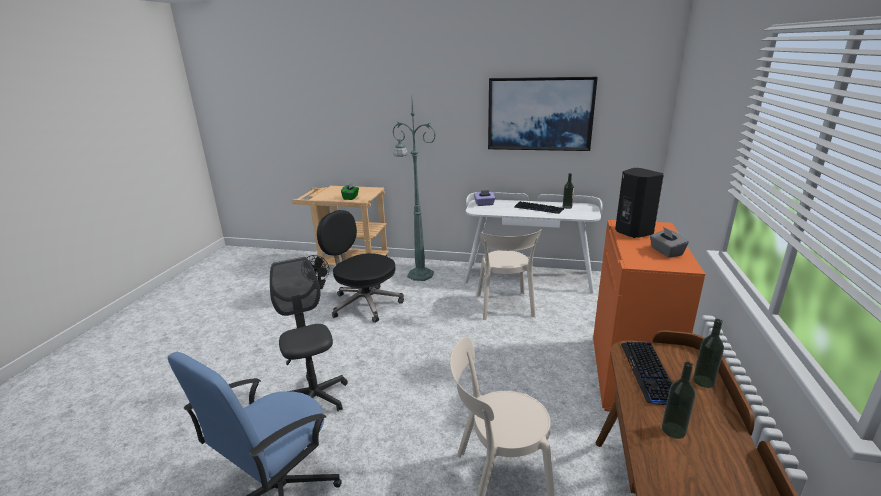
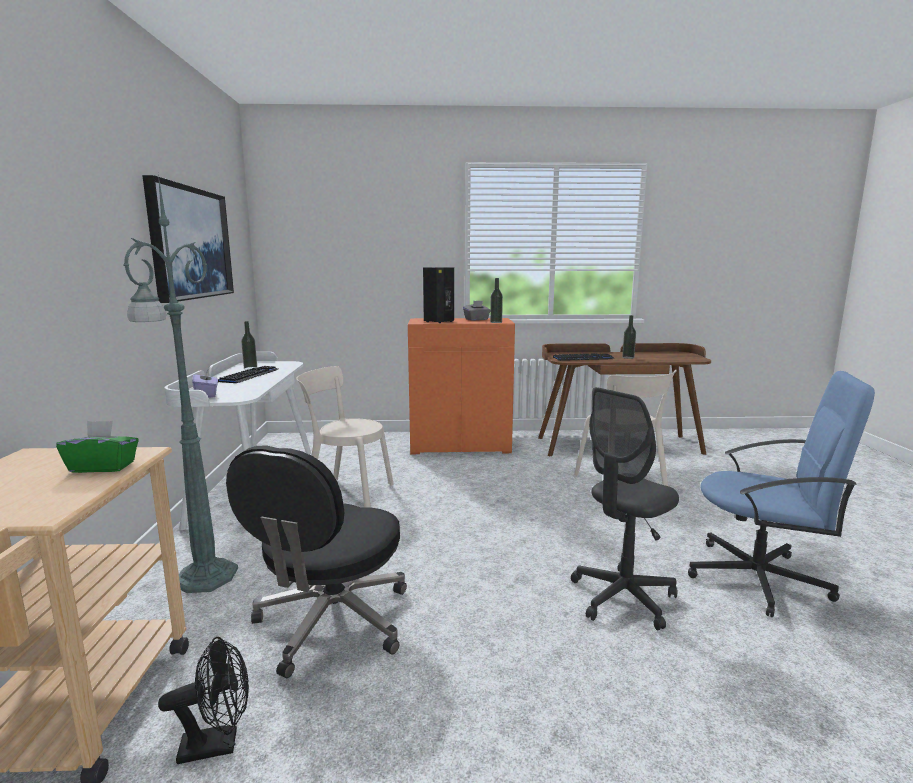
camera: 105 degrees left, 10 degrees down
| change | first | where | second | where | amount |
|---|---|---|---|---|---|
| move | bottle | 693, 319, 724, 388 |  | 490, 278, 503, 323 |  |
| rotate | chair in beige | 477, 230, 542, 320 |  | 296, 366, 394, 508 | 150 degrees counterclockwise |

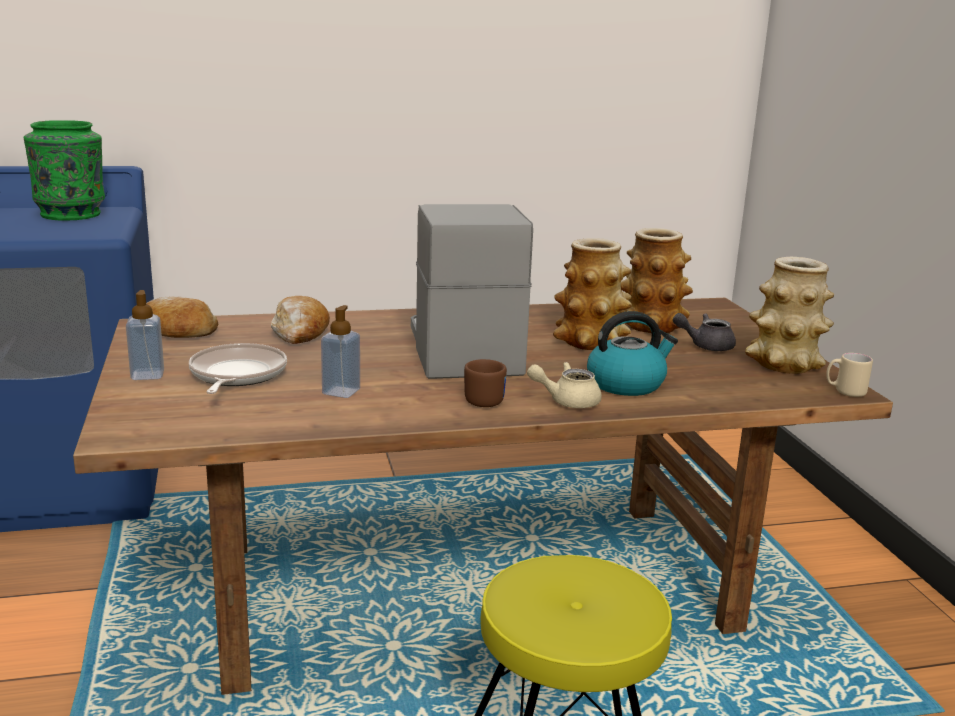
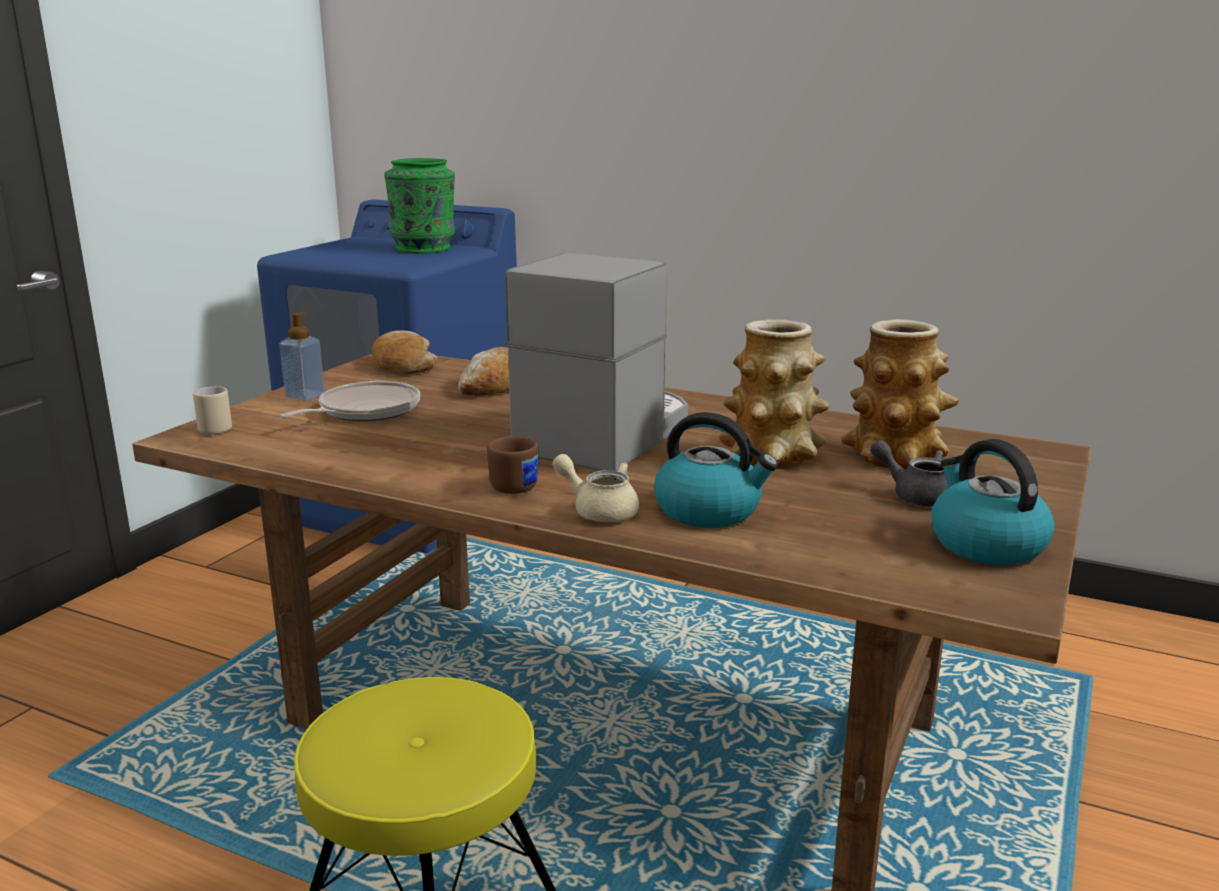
camera: 40 degrees right, 0 degrees up
| change | first | where | second | where | amount |
|---|---|---|---|---|---|
| delete | soap dispenser | 321, 305, 360, 398 |  |  |  |
| move | mug in beige | 826, 353, 873, 397 |  | 193, 386, 232, 435 |  |
| replace | vase | 745, 257, 835, 374 | kettle | 931, 439, 1054, 565 |  |

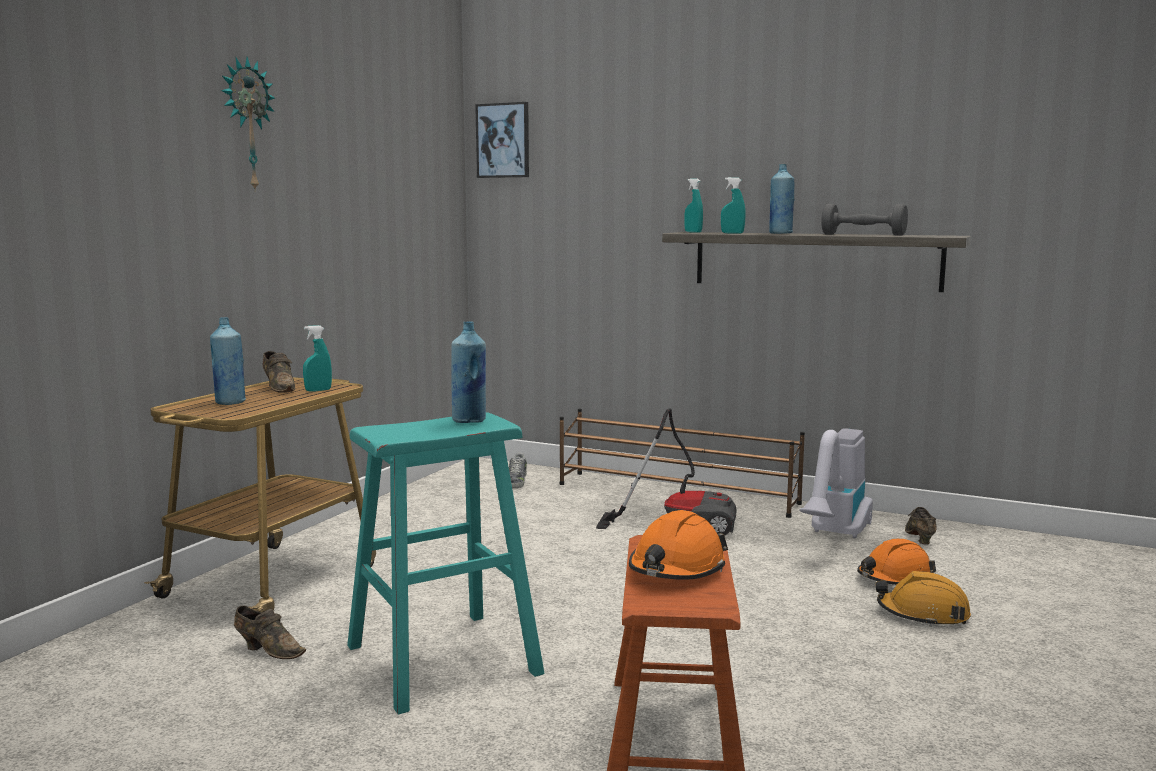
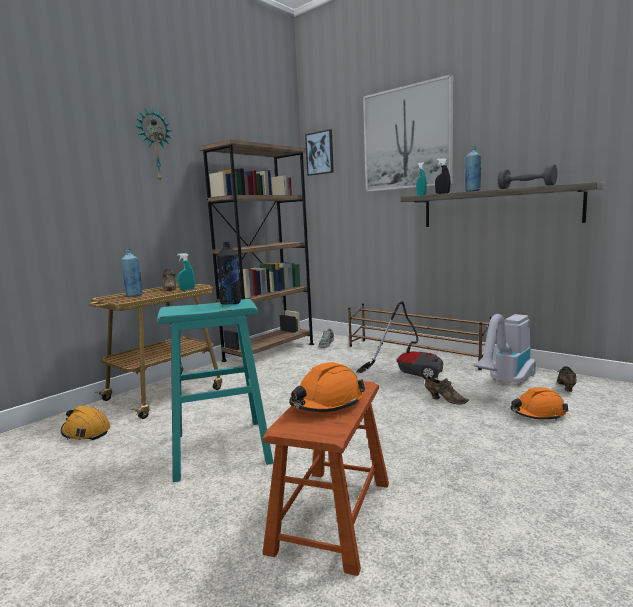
camera: 15 degrees right, 0 degrees up
| change | first | where | second | where | amount |
|---|---|---|---|---|---|
| insert |  |  | bookcase in brown | 200, 139, 314, 362 |  |
| insert |  |  | picture | 363, 74, 453, 192 |  |
| move | shoe in brown | 234, 606, 306, 659 |  | 425, 377, 469, 404 |  |
| move | hard hat in orange | 876, 571, 971, 627 |  | 61, 405, 111, 440 |  |
| recolor | bottle in blue | 452, 322, 486, 423 | bottle in black | 217, 242, 241, 305 |  |
| recolor | spray bottle in turquoise | 721, 177, 745, 234 | spray bottle in black | 435, 158, 450, 194 |  |

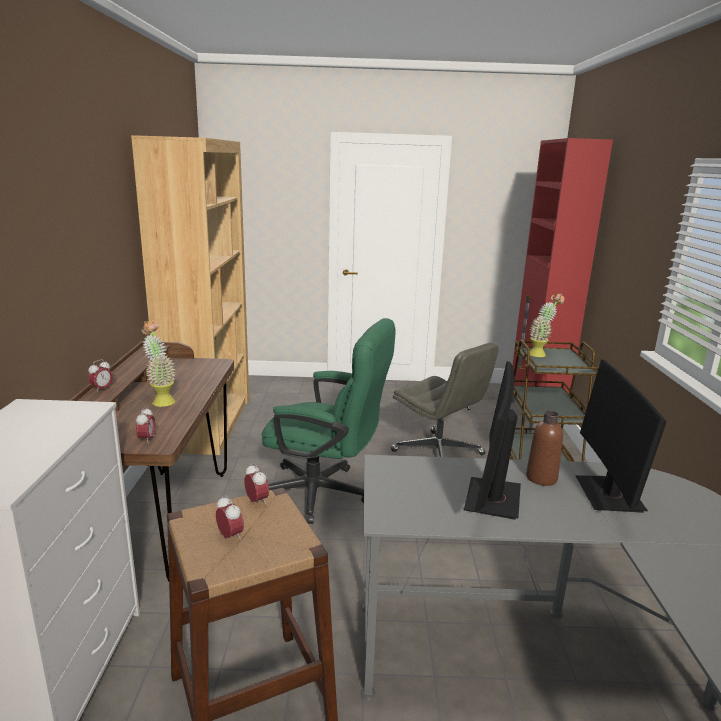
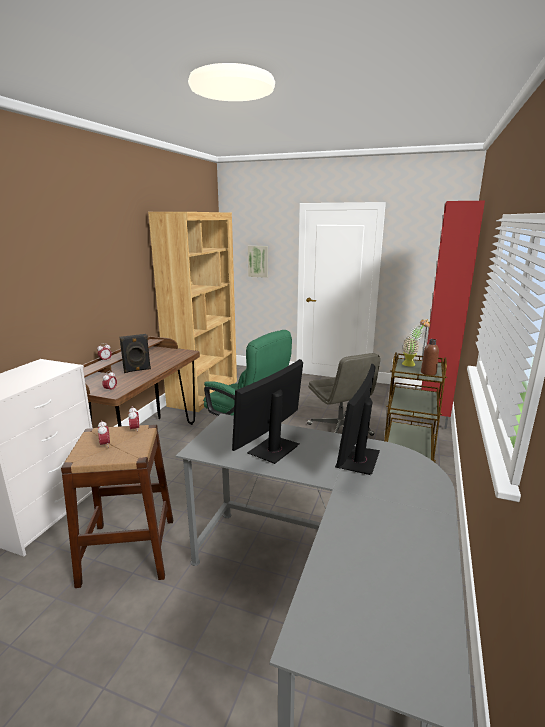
camera: 20 degrees right, 0 degrees up
| change | first | where | second | where | amount |
|---|---|---|---|---|---|
| insert |  |  | picture | 248, 246, 268, 278 |  |
| move | bottle in brown | 526, 411, 563, 486 |  | 421, 339, 439, 375 |  |
| replace | potted plant | 142, 321, 176, 407 | speaker in black | 120, 334, 151, 373 |  |

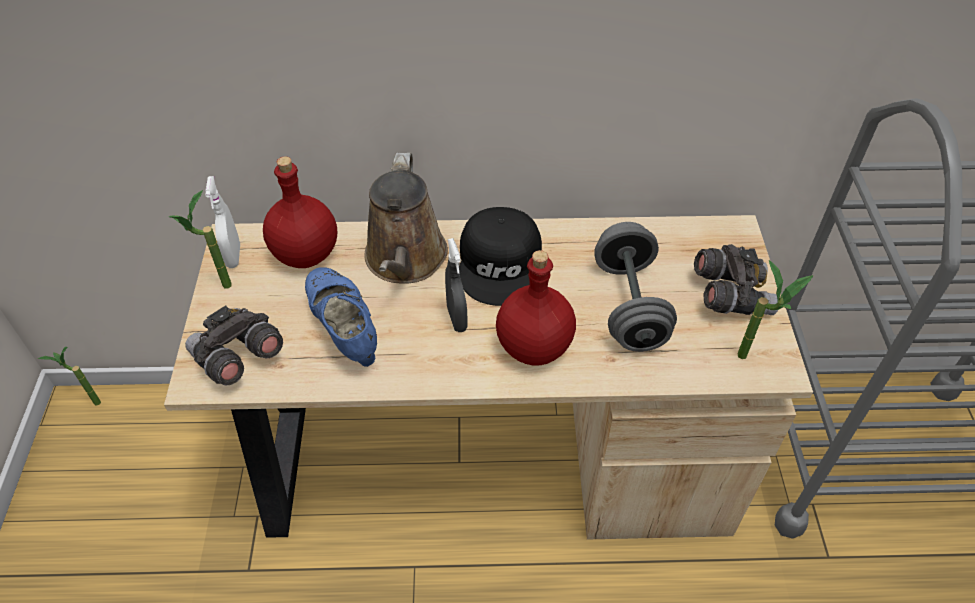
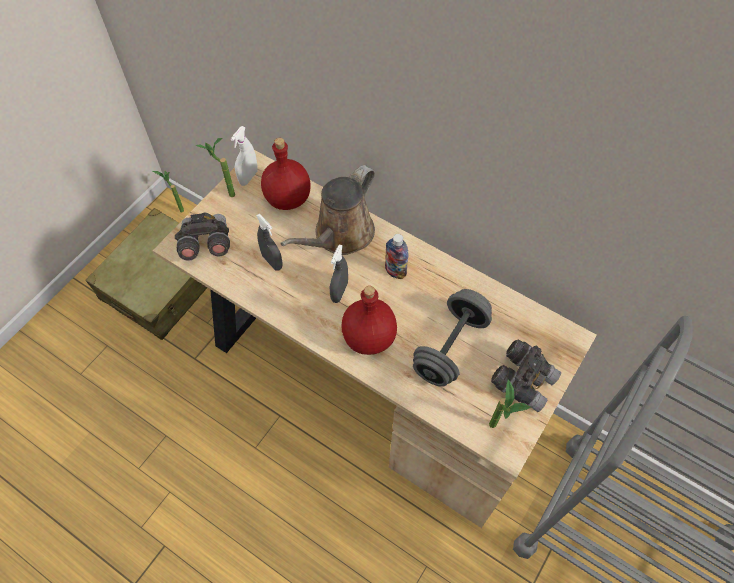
camera: 35 degrees right, 10 degrees up
| change | first | where | second | where | amount |
|---|---|---|---|---|---|
| insert |  |  | suitcase in beige | 86, 208, 207, 340 |  |
| replace | shoe in blue | 305, 267, 377, 367 | spray bottle in grey | 256, 214, 283, 271 |  |
| replace | cap in black | 459, 207, 542, 306 | bottle | 385, 234, 408, 279 |  |

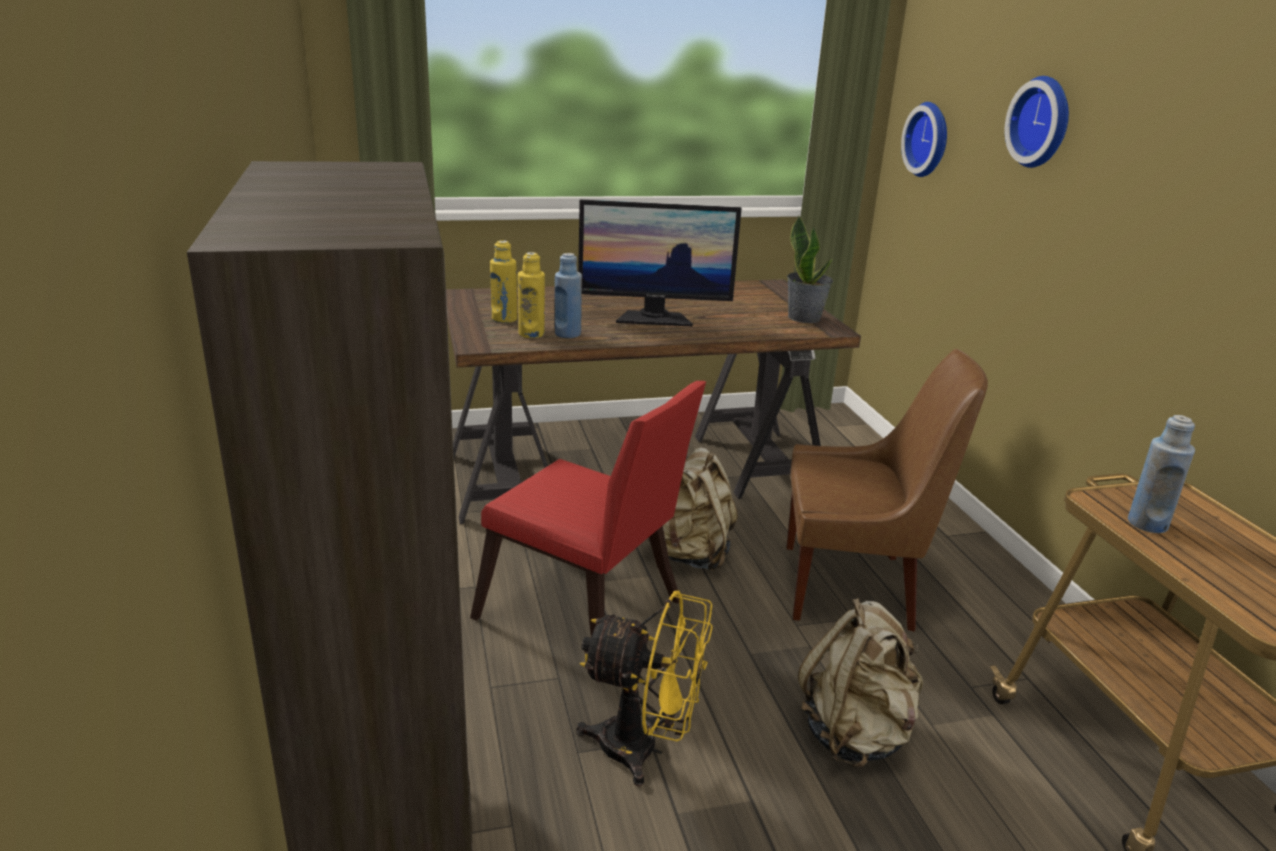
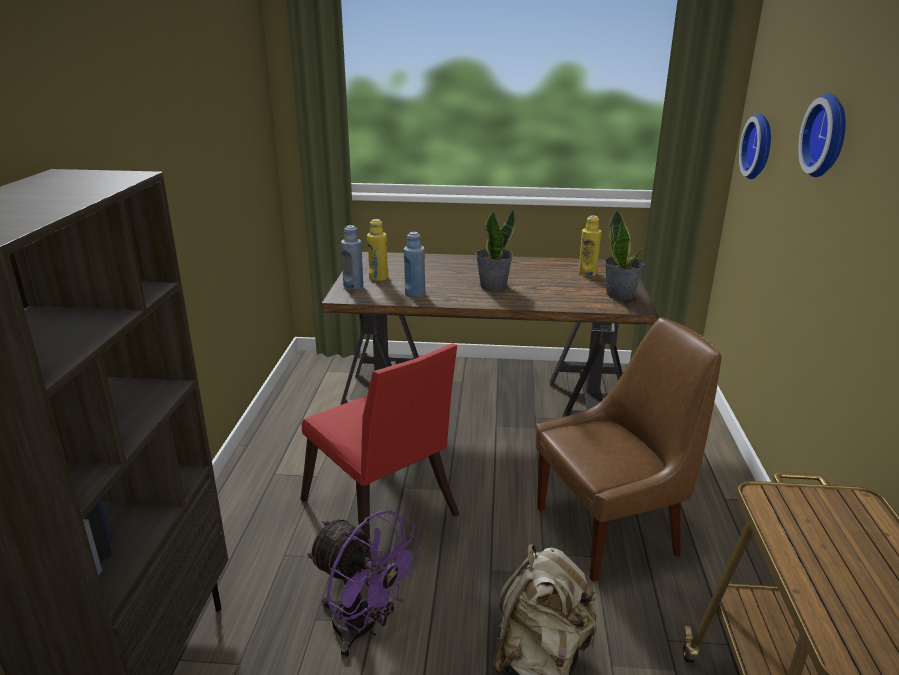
camera: 20 degrees right, 0 degrees up
| change | first | where | second | where | amount |
|---|---|---|---|---|---|
| delete | backpack in beige | 647, 447, 738, 572 |  |  |  |
| move | bottle in yellow | 518, 252, 545, 338 |  | 578, 215, 602, 276 |  |
| move | bottle in blue | 1128, 415, 1195, 533 |  | 341, 225, 363, 289 |  |
| replace | monitor | 578, 199, 742, 327 | potted plant | 476, 209, 515, 291 |  |
| recolor | fan in yellow | 576, 590, 713, 786 | fan in purple | 307, 510, 423, 658 |  |
| rotate | chair in brown | 787, 349, 988, 632 |  | 536, 318, 721, 582 | 45 degrees counterclockwise |

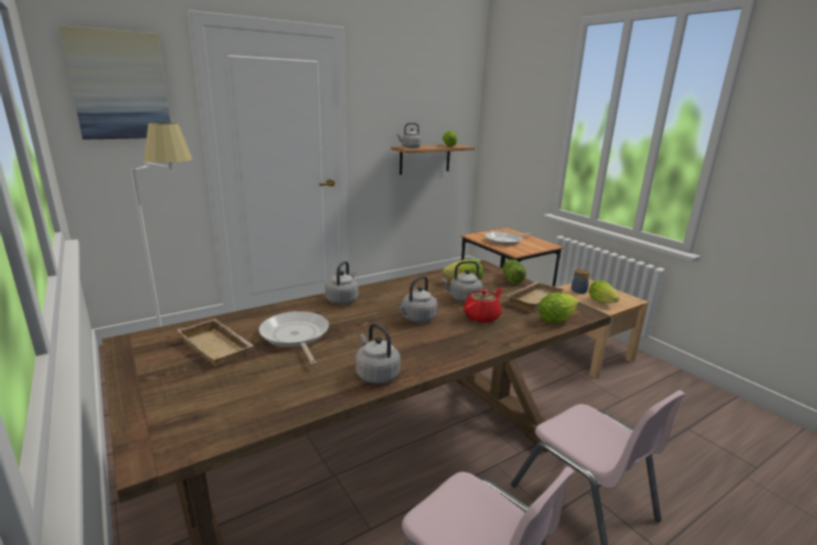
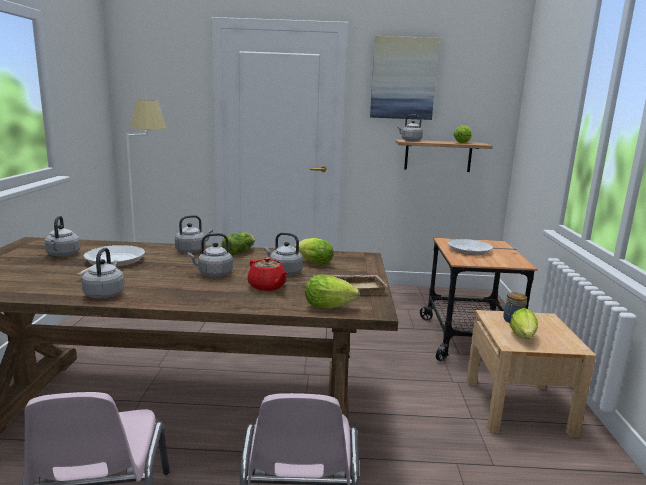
camera: 35 degrees right, 5 degrees down
| change | first | where | second | where | amount |
|---|---|---|---|---|---|
| move | picture | 59, 25, 171, 140 |  | 370, 36, 439, 120 |  |
| move | lettuce | 503, 259, 526, 284 |  | 222, 232, 255, 256 |  |
| replace | tray in beige | 177, 318, 254, 367 | kettle in grey | 44, 216, 80, 256 |  |
| rotate | teapot in red | 463, 287, 502, 323 |  | 248, 257, 288, 291 | 60 degrees clockwise |

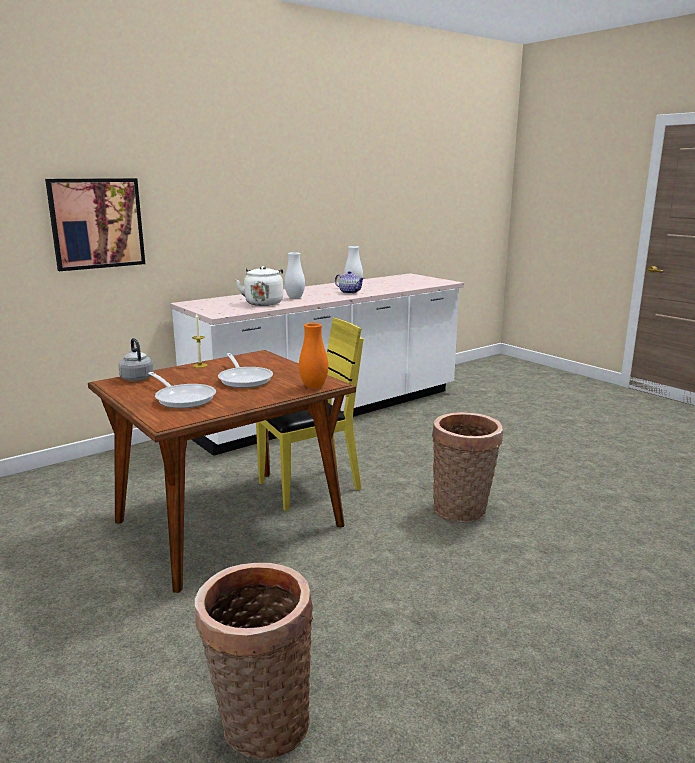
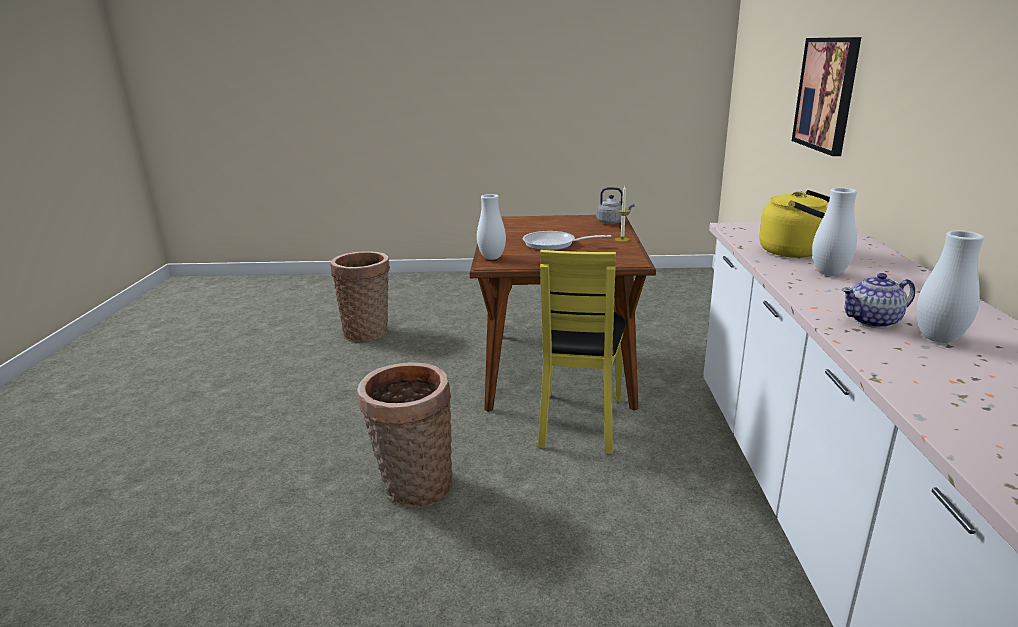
camera: 130 degrees right, 5 degrees up
| change | first | where | second | where | amount |
|---|---|---|---|---|---|
| delete | frying pan | 148, 372, 216, 409 |  |  |  |
| recolor | kettle in white | 236, 266, 283, 306 | kettle in yellow | 759, 190, 830, 258 |  |
| recolor | vase in orange | 299, 323, 328, 389 | vase in white | 477, 194, 506, 260 |  |

